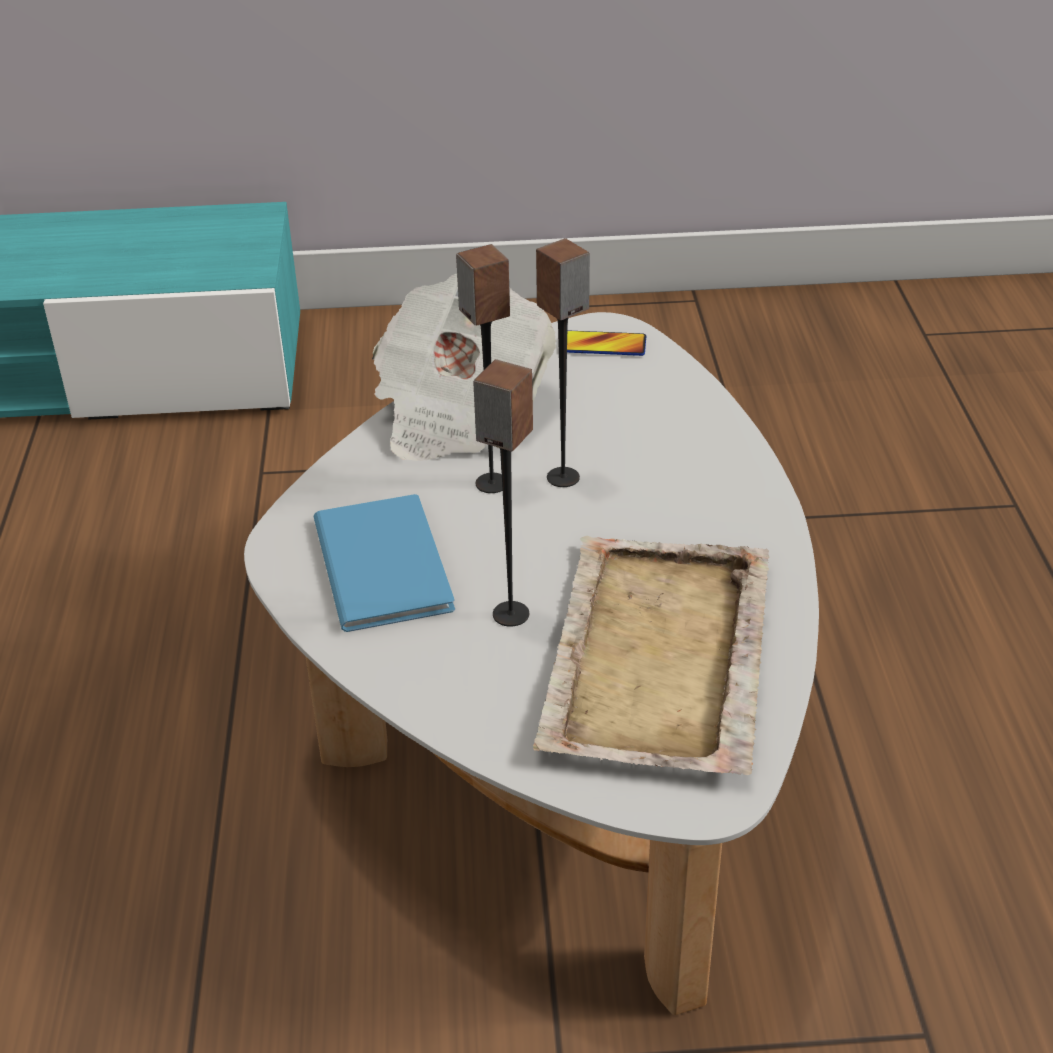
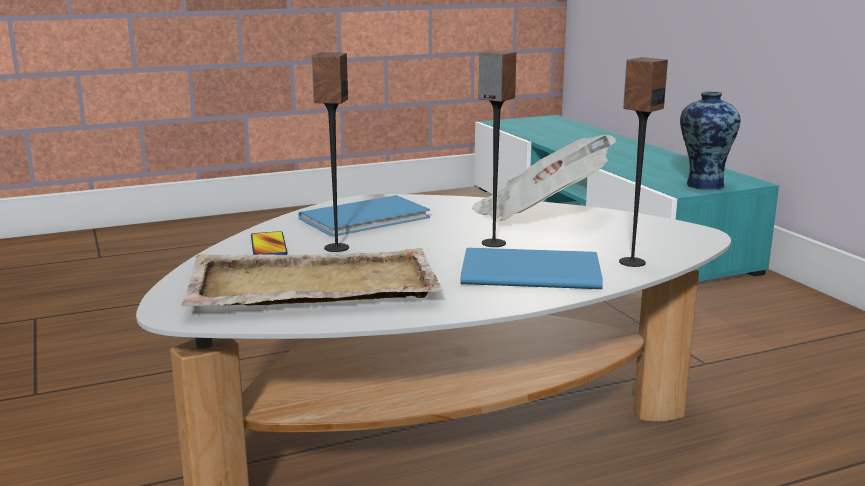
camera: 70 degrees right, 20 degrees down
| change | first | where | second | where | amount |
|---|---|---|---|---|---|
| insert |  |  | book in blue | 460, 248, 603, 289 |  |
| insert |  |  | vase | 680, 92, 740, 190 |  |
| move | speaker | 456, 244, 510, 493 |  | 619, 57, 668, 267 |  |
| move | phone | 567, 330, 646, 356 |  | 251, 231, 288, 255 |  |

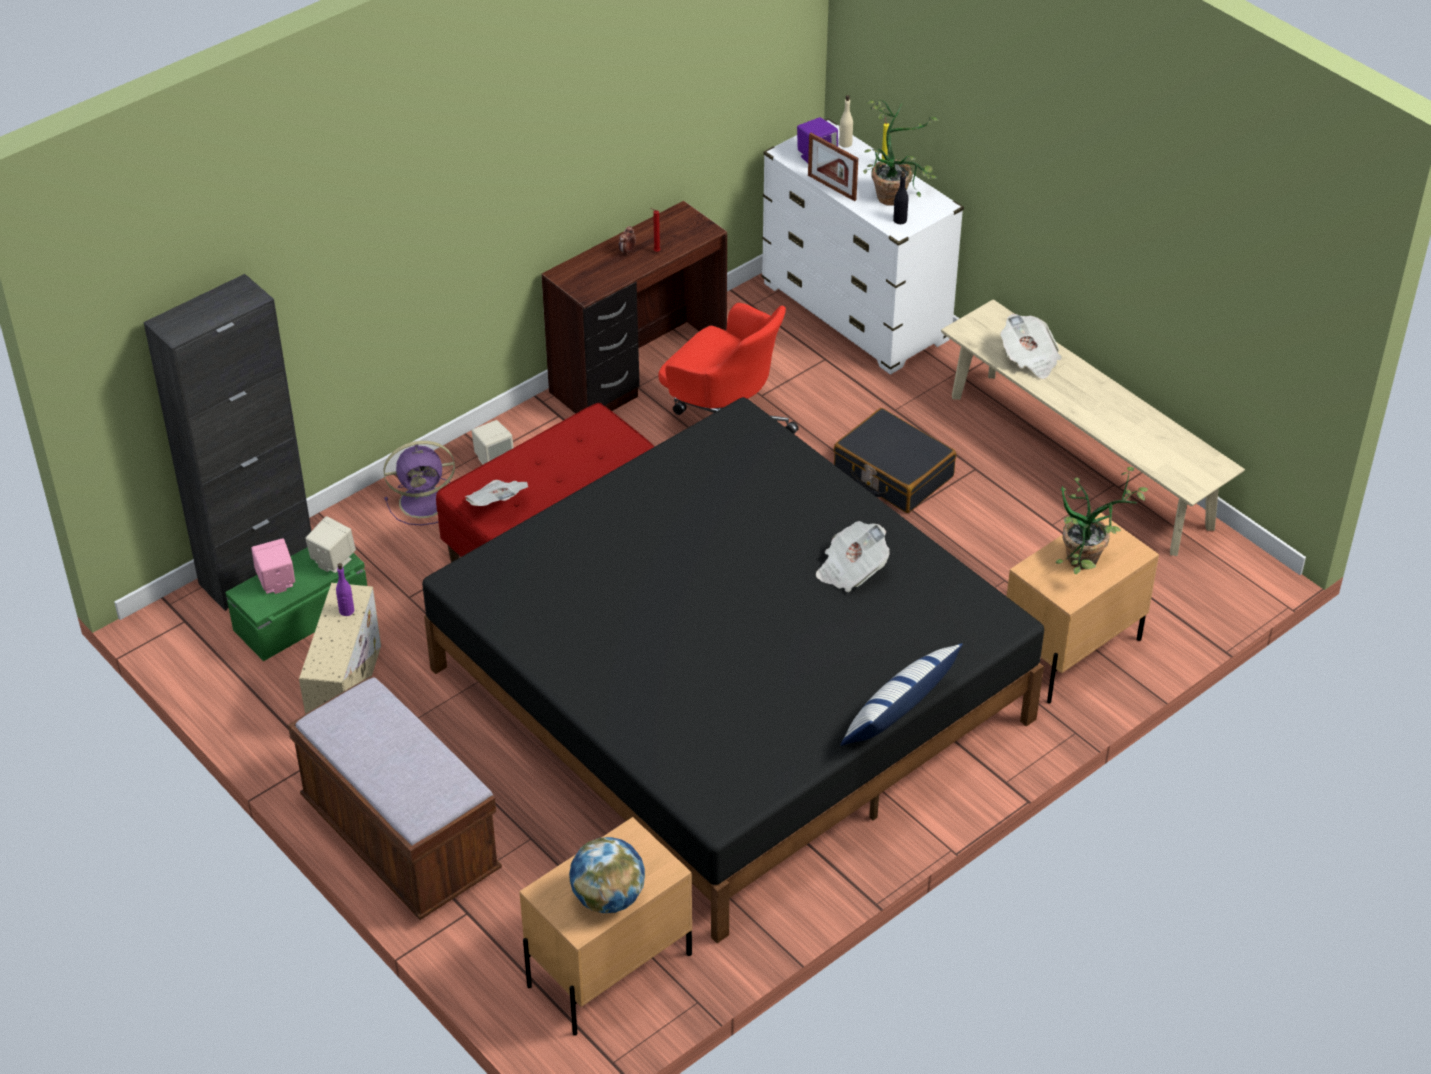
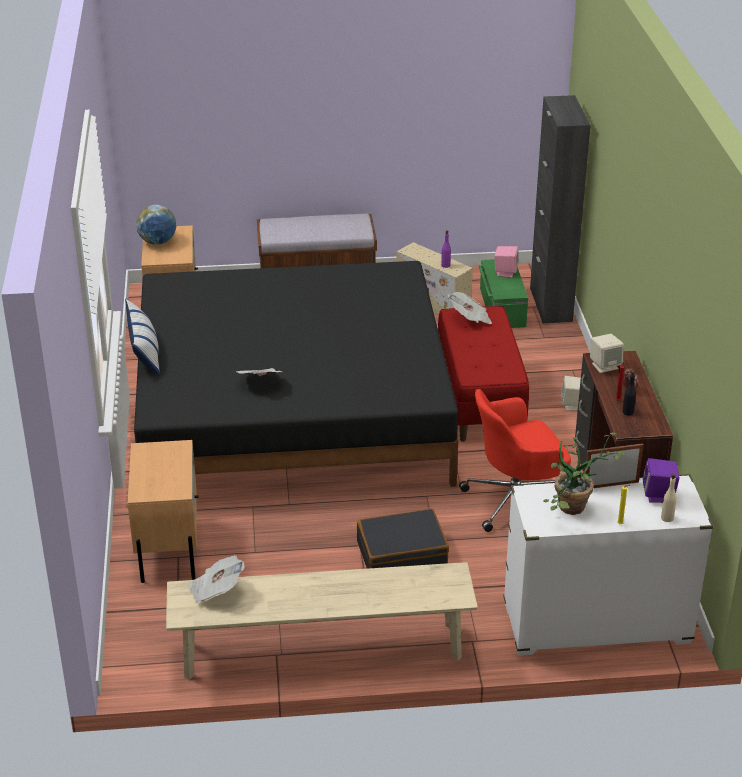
camera: 125 degrees right, 10 degrees down
| change | first | where | second | where | amount |
|---|---|---|---|---|---|
| delete | fan in purple | 383, 441, 455, 525 |  |  |  |
| delete | potted plant | 1056, 467, 1148, 574 |  |  |  |
| move | speaker in beige | 305, 516, 356, 573 |  | 590, 334, 624, 373 |  |
| move | bottle in black | 893, 171, 909, 224 |  | 623, 371, 636, 416 |  |
| move | newspaper | 1001, 314, 1062, 379 |  | 188, 555, 245, 603 |  |

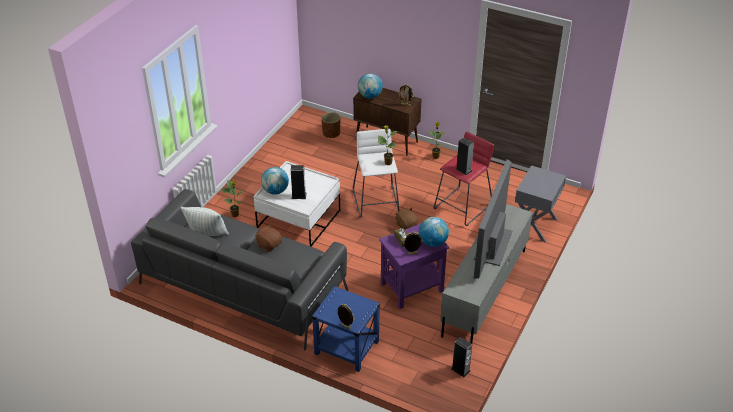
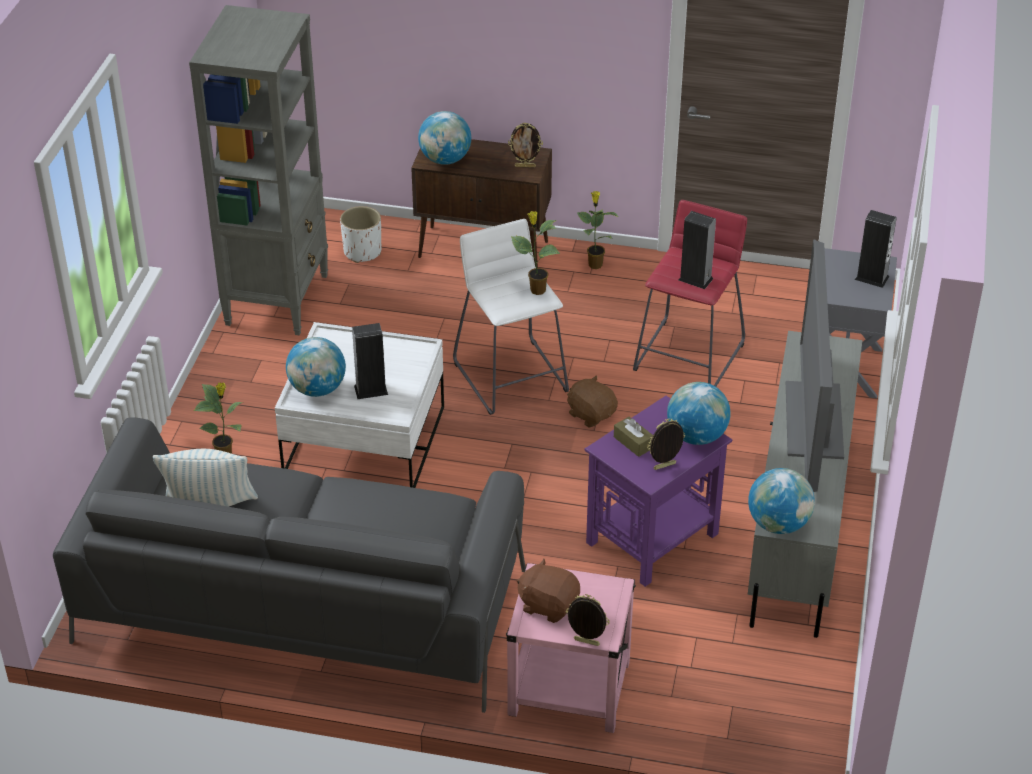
camera: 15 degrees left, 0 degrees up
| change | first | where | second | where | amount |
|---|---|---|---|---|---|
| insert |  |  | bookcase in grey | 189, 5, 328, 335 |  |
| insert |  |  | globe | 748, 468, 815, 534 |  |
| move | plush toy in brown | 255, 224, 282, 252 |  | 516, 558, 580, 623 |  |
| move | speaker | 451, 337, 472, 377 |  | 855, 210, 897, 288 |  |
| recolor | side table in blue | 312, 286, 380, 372 | side table in pink | 506, 563, 636, 733 |  |
| recolor | planter in brown | 321, 112, 340, 138 | planter in white | 340, 206, 381, 263 |  |

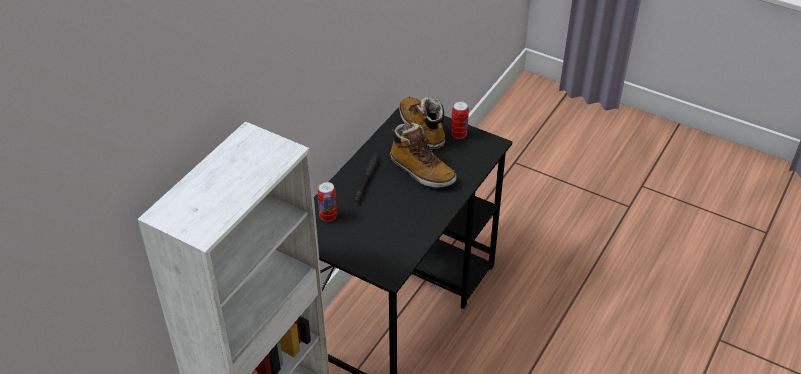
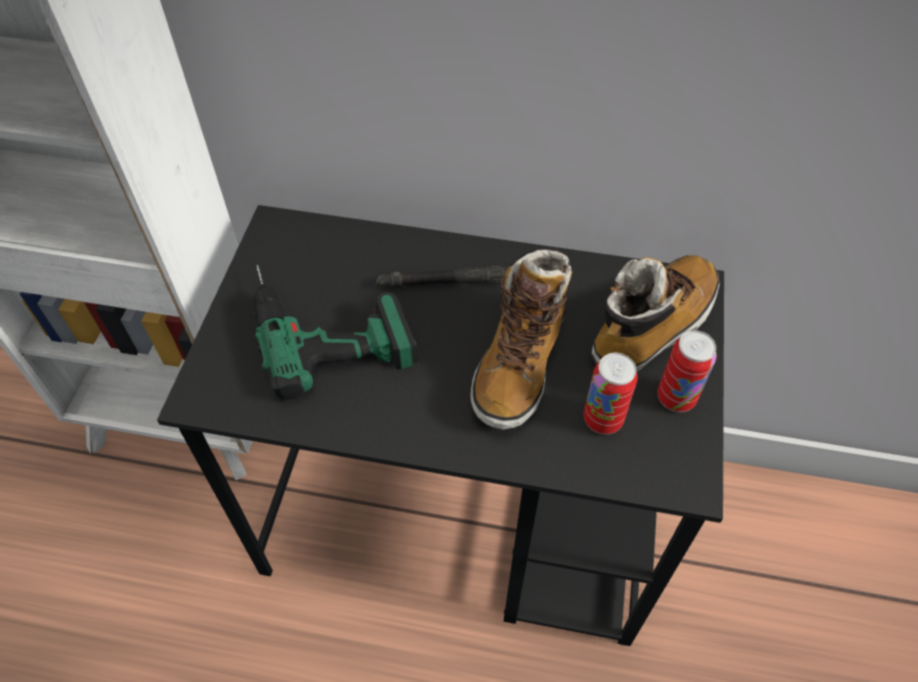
camera: 70 degrees right, 10 degrees up
| change | first | where | second | where | amount |
|---|---|---|---|---|---|
| insert |  |  | power drill | 253, 265, 418, 400 |  |
| move | can | 317, 182, 337, 221 |  | 584, 353, 638, 434 |  |

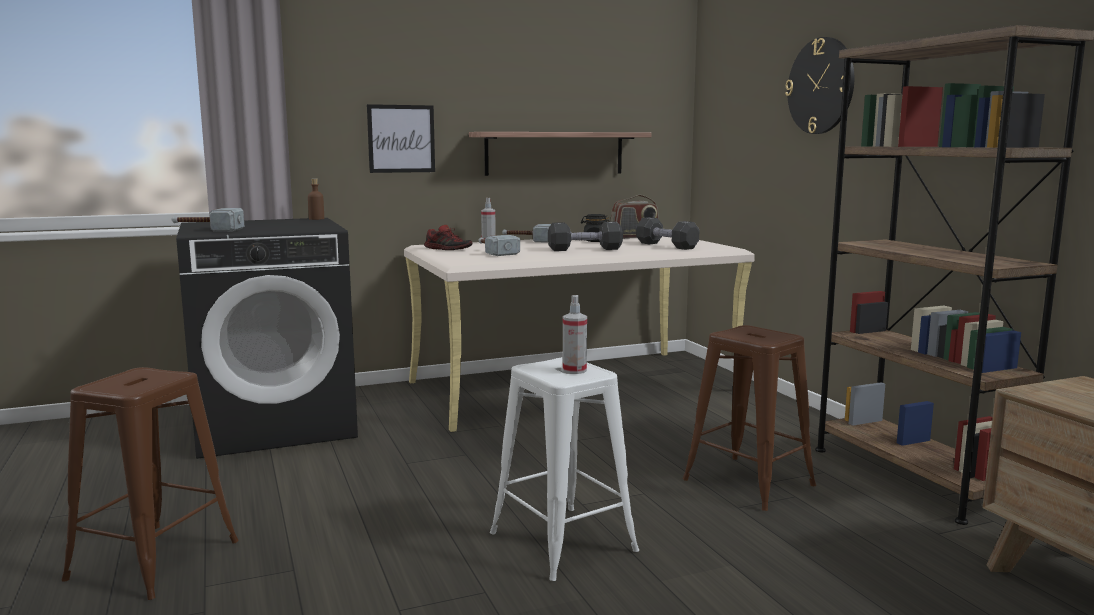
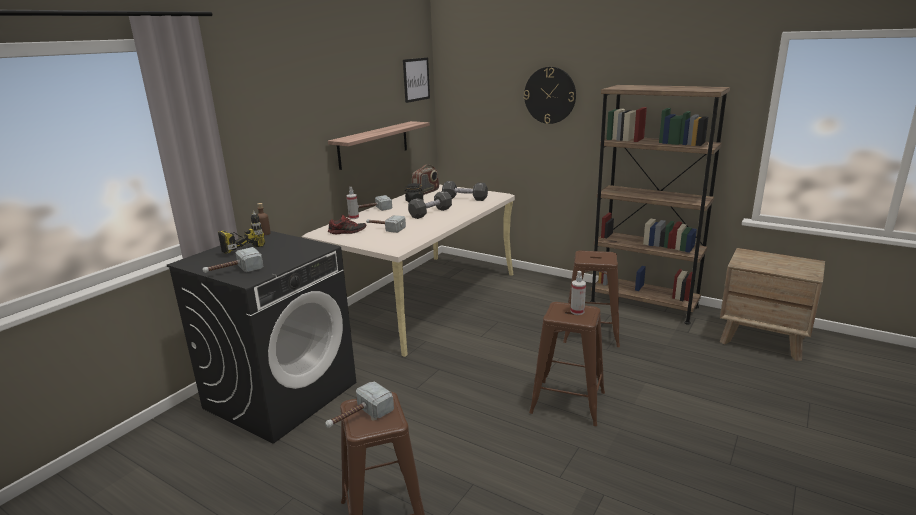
camera: 35 degrees left, 10 degrees up
| change | first | where | second | where | amount |
|---|---|---|---|---|---|
| insert |  |  | power drill | 218, 211, 265, 254 |  |
| insert |  |  | hammer | 325, 382, 394, 428 |  |
| move | picture | 367, 104, 435, 173 |  | 403, 57, 430, 103 |  |
| recolor | stool in white | 490, 357, 639, 581 | stool in brown | 529, 302, 605, 426 |  |

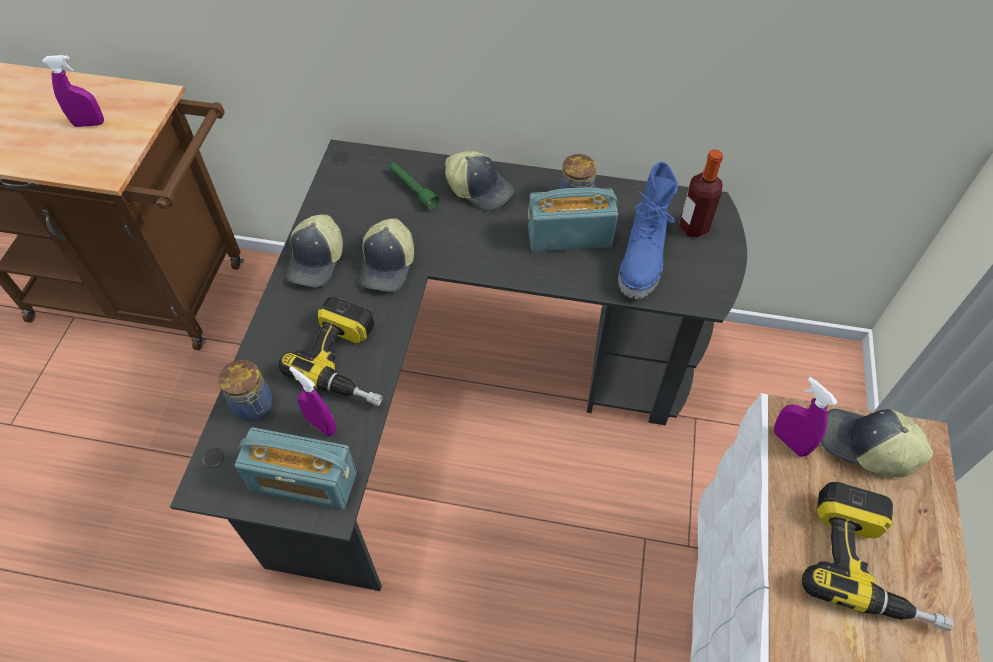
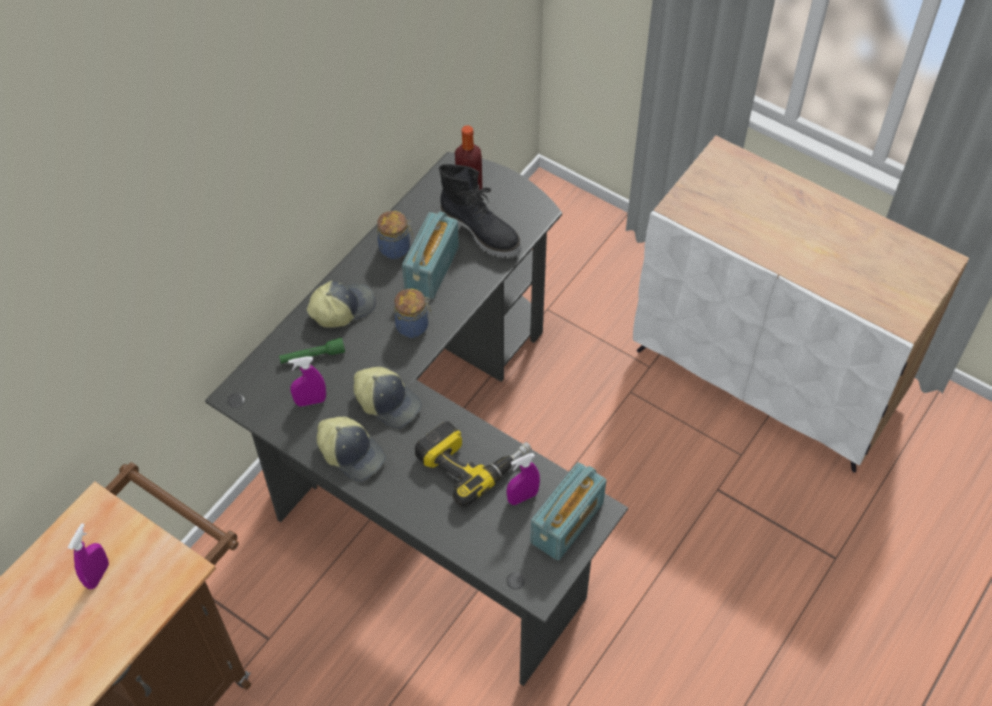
camera: 65 degrees left, 0 degrees up
| change | first | where | second | where | amount |
|---|---|---|---|---|---|
| delete | power drill | 802, 482, 954, 631 |  |  |  |
| delete | cap | 821, 409, 933, 477 |  |  |  |
| move | jar | 219, 360, 273, 421 |  | 394, 289, 432, 338 |  |
| move | spray bottle in purple | 774, 377, 837, 457 |  | 288, 356, 326, 406 |  |
| recolor | boot in blue | 618, 162, 678, 299 | boot in black | 439, 164, 521, 258 |  |

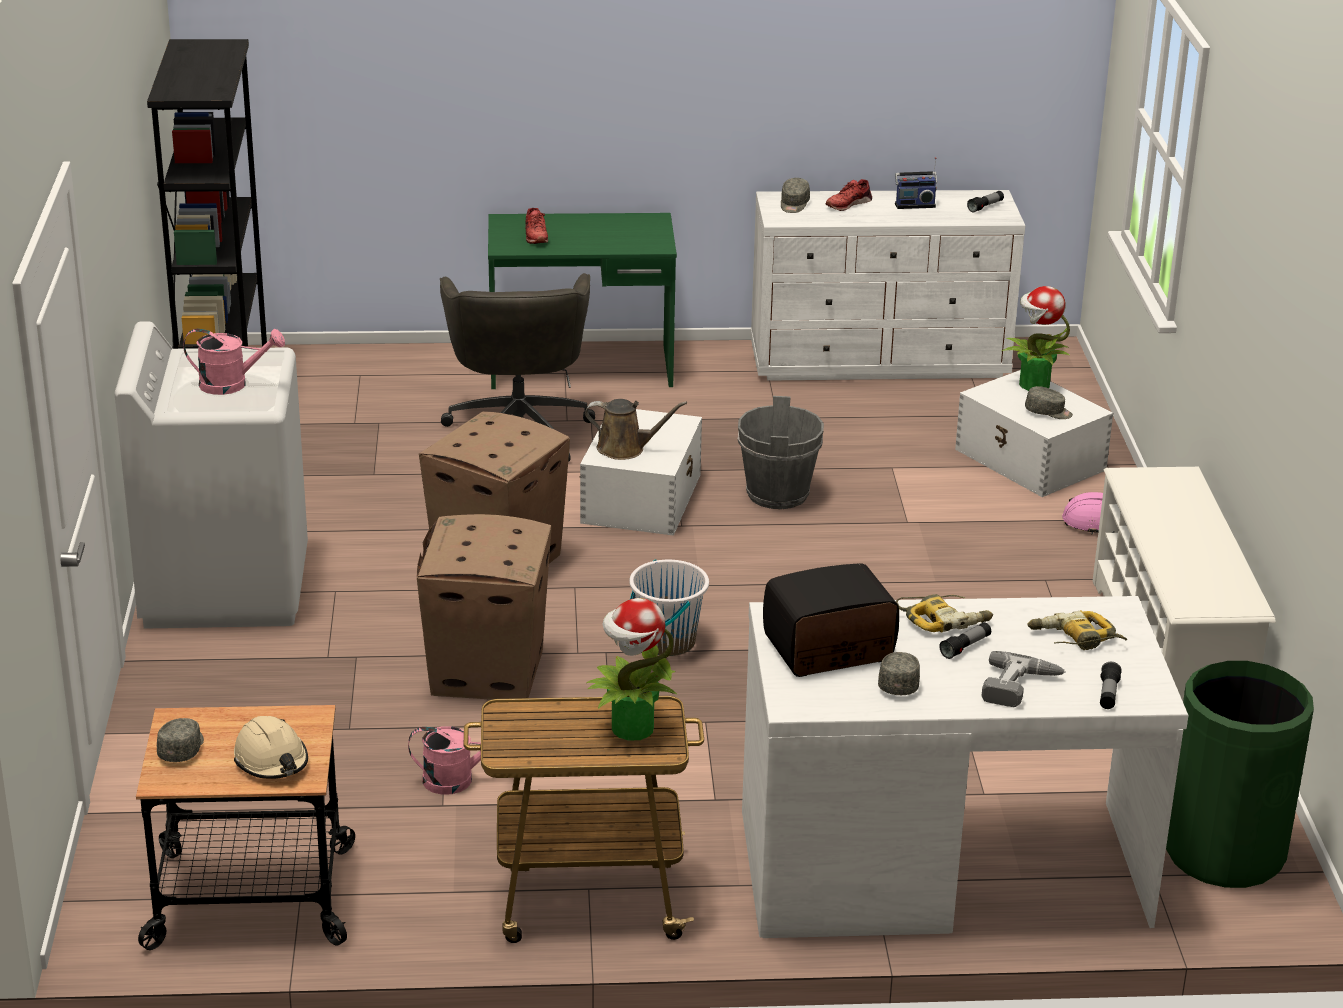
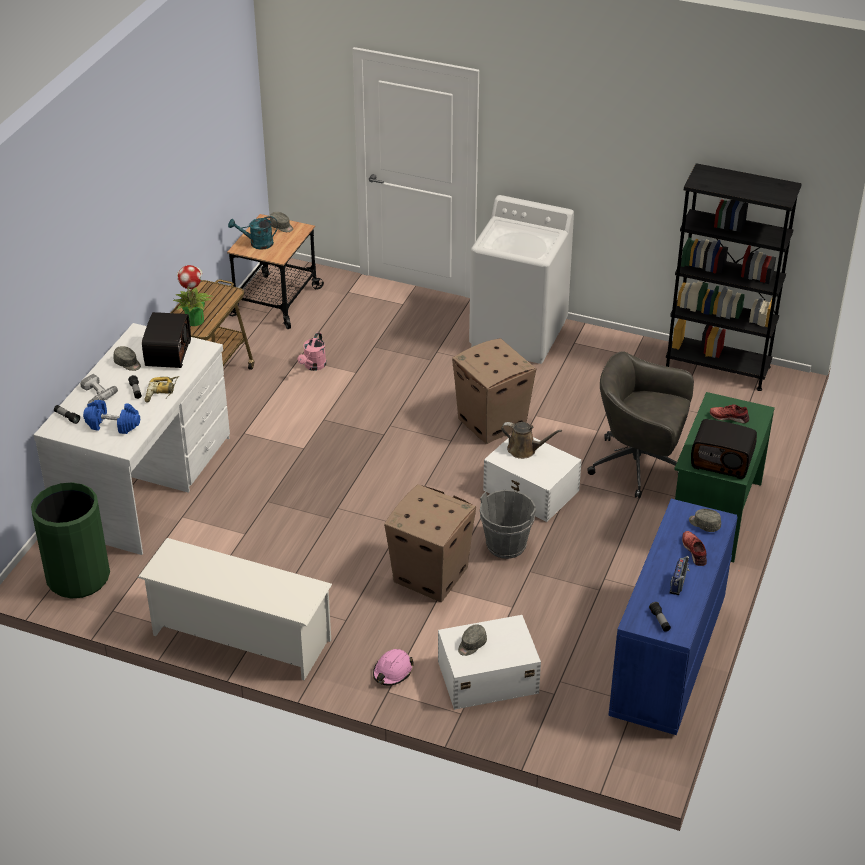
camera: 115 degrees right, 10 degrees up
| change | first | where | second | where | amount |
|---|---|---|---|---|---|
| delete | watering can in pink | 183, 329, 285, 395 |  |  |  |
| delete | bucket in white | 629, 559, 709, 656 |  |  |  |
| delete | potted plant | 1001, 286, 1070, 391 |  |  |  |
| insert |  |  | radio | 691, 419, 757, 479 |  |
| move | cardboard box | 417, 514, 551, 700 |  | 384, 484, 476, 602 |  |
| replace | hard hat in beige | 234, 716, 308, 779 | watering can in turquoise | 228, 216, 278, 250 |  |
| replace | power drill | 1028, 610, 1127, 650 | dumbbell in blue | 83, 400, 140, 434 |  |
| recolor | dresser in white | 751, 190, 1025, 381 | dresser in blue | 608, 499, 738, 735 |  |
| rotate | watering can in brown | 585, 399, 687, 460 |  | 501, 422, 562, 459 | 105 degrees counterclockwise |

